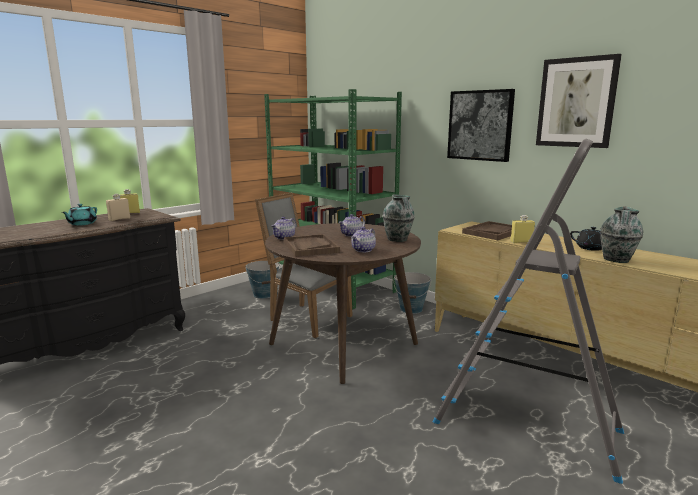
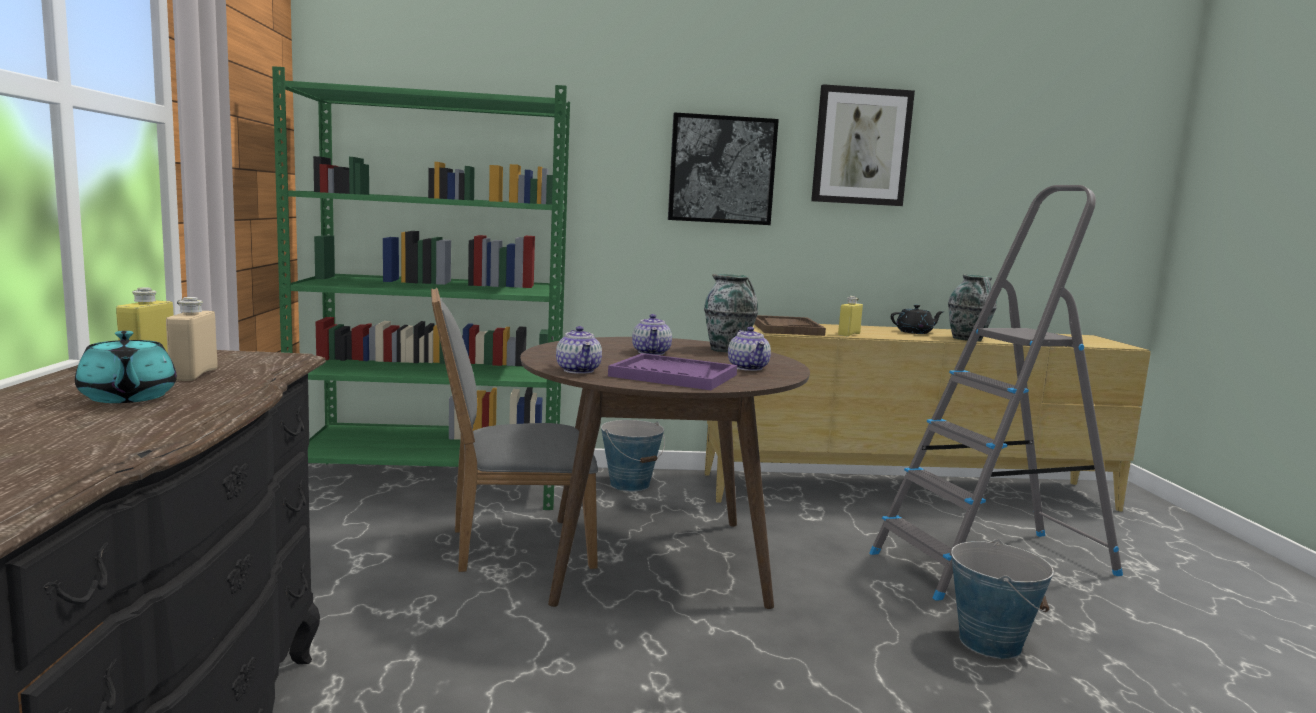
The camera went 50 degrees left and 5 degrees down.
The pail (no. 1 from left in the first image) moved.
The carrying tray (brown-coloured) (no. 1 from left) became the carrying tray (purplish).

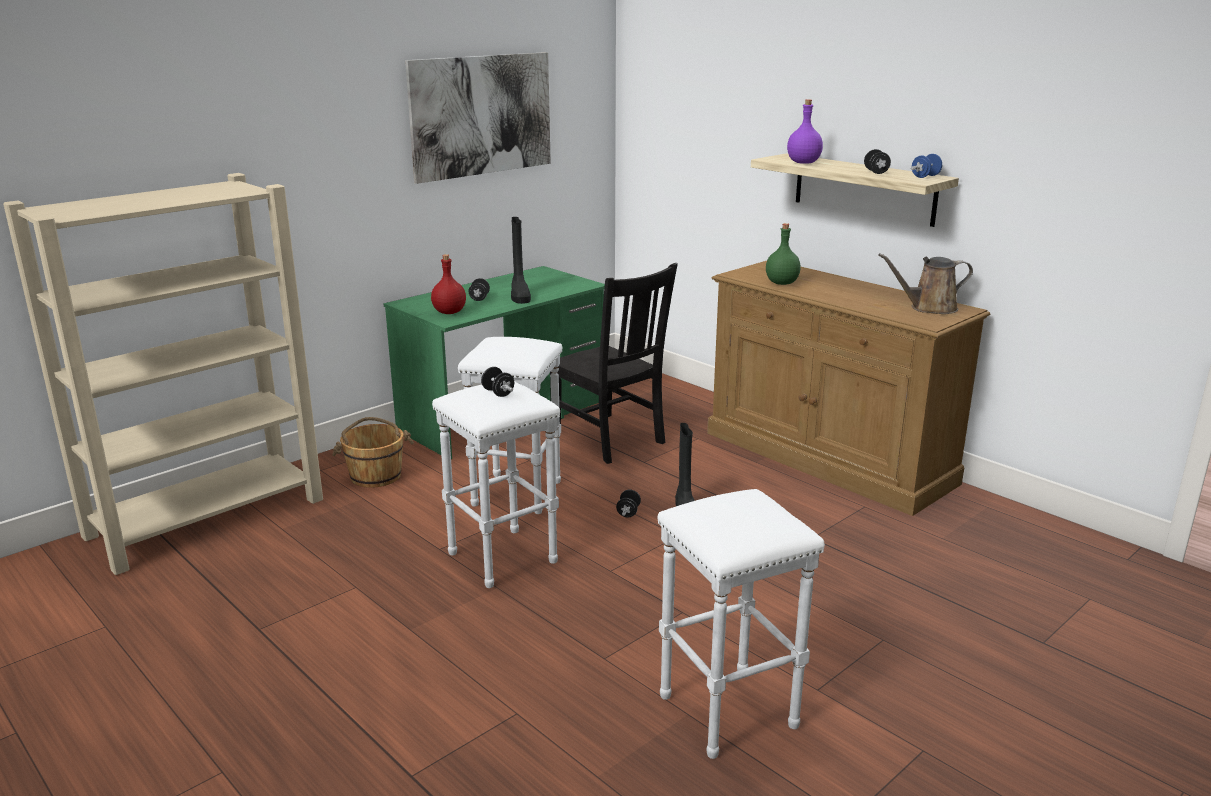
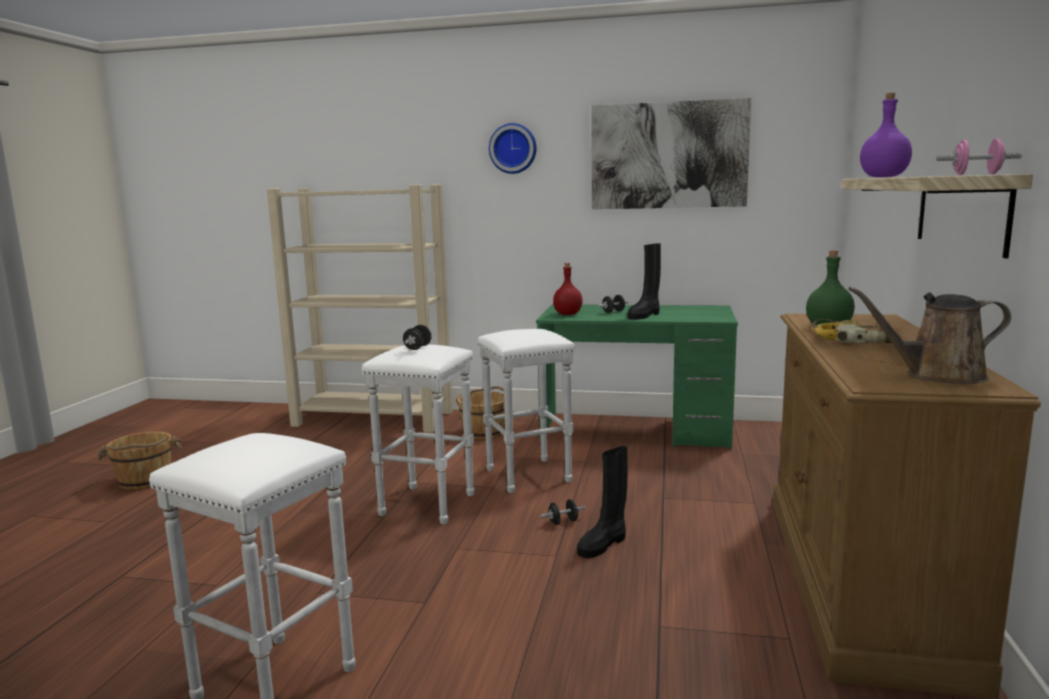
The camera went 55 degrees right and 10 degrees down.
The upright chair (black-coloured) disappeared.
The dumbbell (black-coloured) (no. 4 from left) disappeared.
The sprinkling can (brown-coloured) turned 45 degrees counterclockwise.
The dumbbell (blue) became the dumbbell (pink-coloured).
The pail (brown-coloured) (no. 1 from left) appeared.
The wall clock appeared.
The power drill appeared.

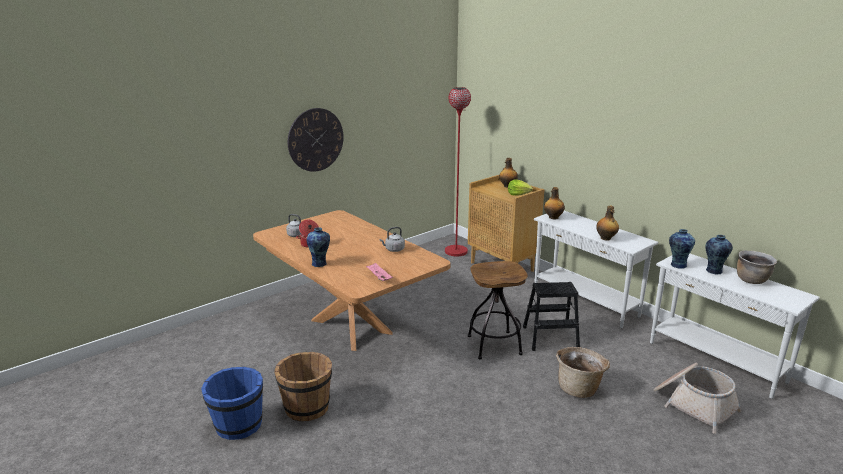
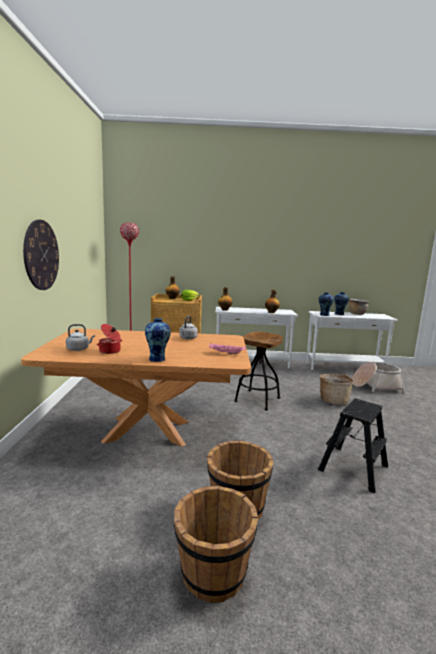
The camera went 50 degrees left and 10 degrees down.
The pail (blue) became the pail (brown-coloured) (no. 1 from left).
The step stool (black-coloured) moved.

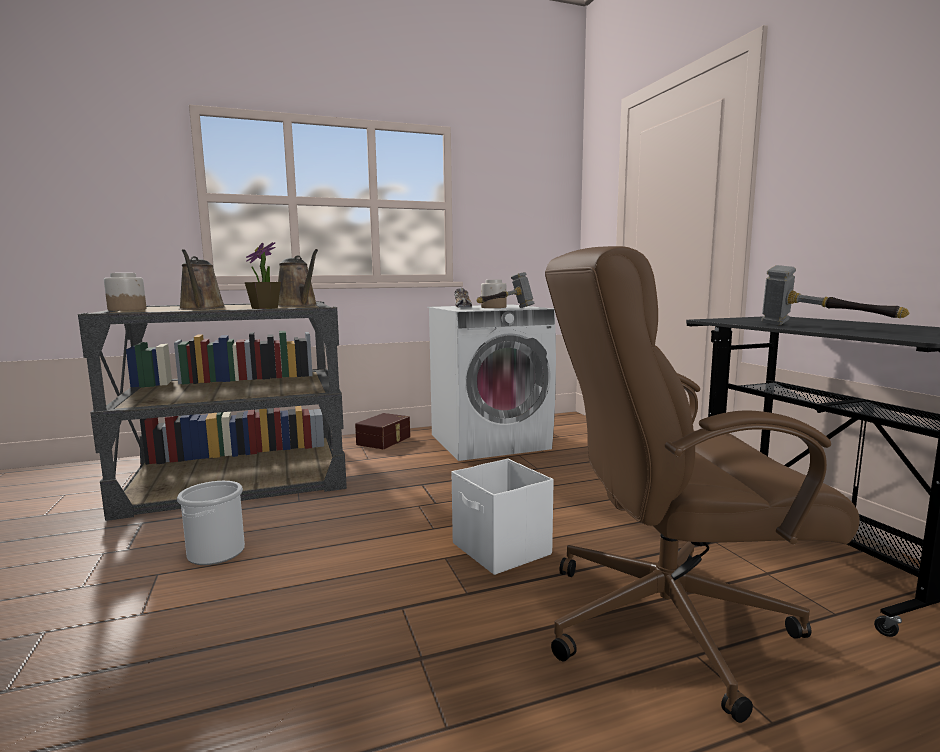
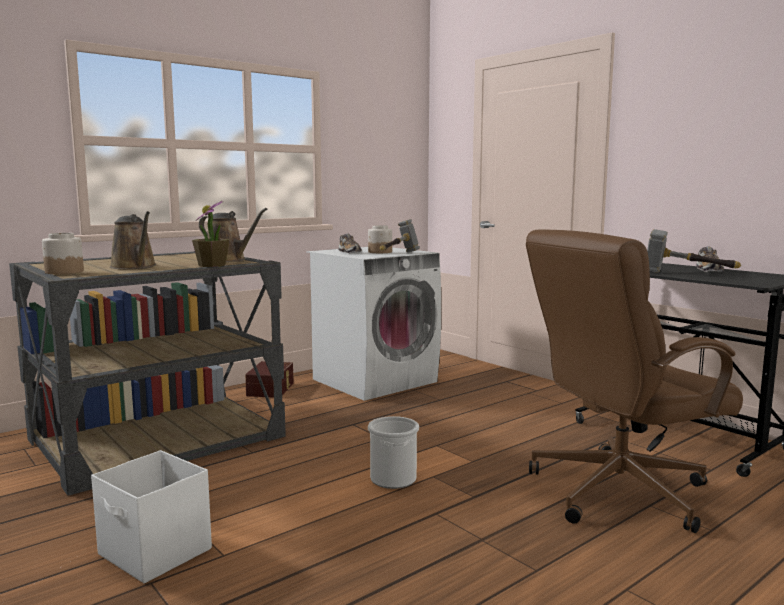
The camera went 20 degrees left and 0 degrees up.
The pail moved.
The storage container (white-coloured) moved.
The item of footwear (no. 2 from left) appeared.

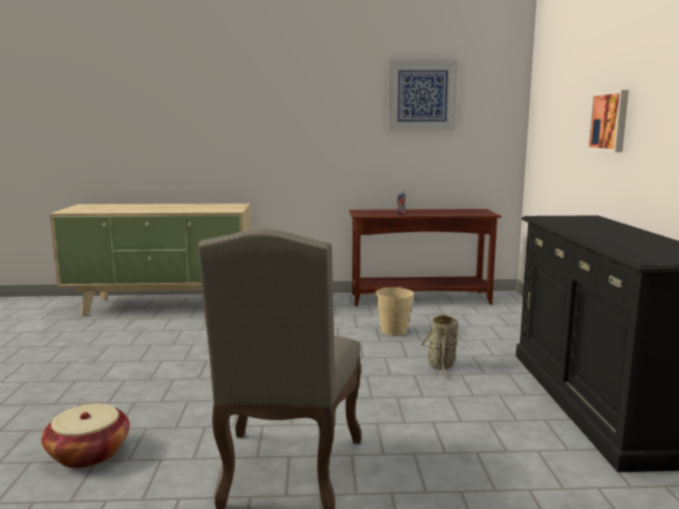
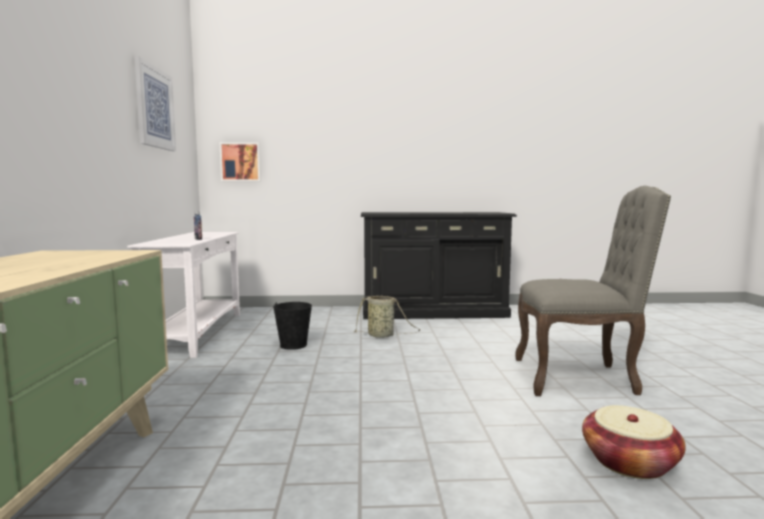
The camera went 90 degrees left and 5 degrees down.
The hall table (brown-coloured) became the hall table (white-coloured).
The pail (beige-coloured) became the pail (black-coloured).
The picture (no. 2 from left) moved.

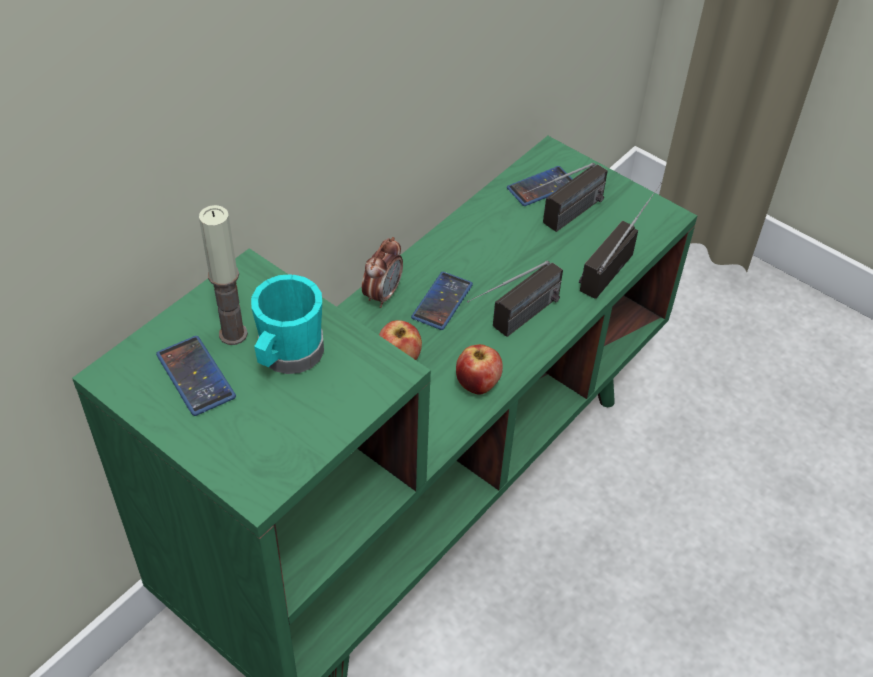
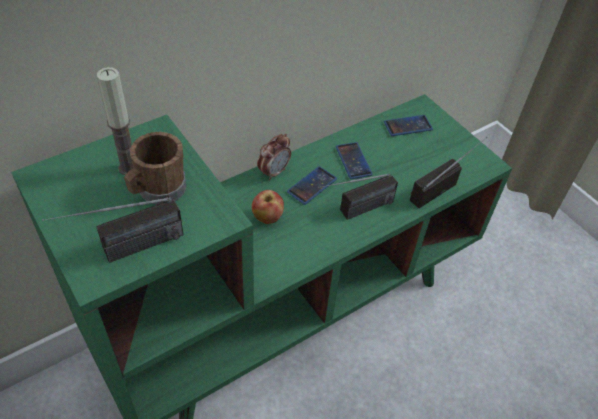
The camera went 15 degrees right and 0 degrees up.
The phone (no. 1 from left in the first image) moved.
The tea mug (turquoise-coloured) became the tea mug (brown-coloured).
The apple (no. 2 from left) disappeared.
The radio receiver (no. 2 from left in the first image) moved.

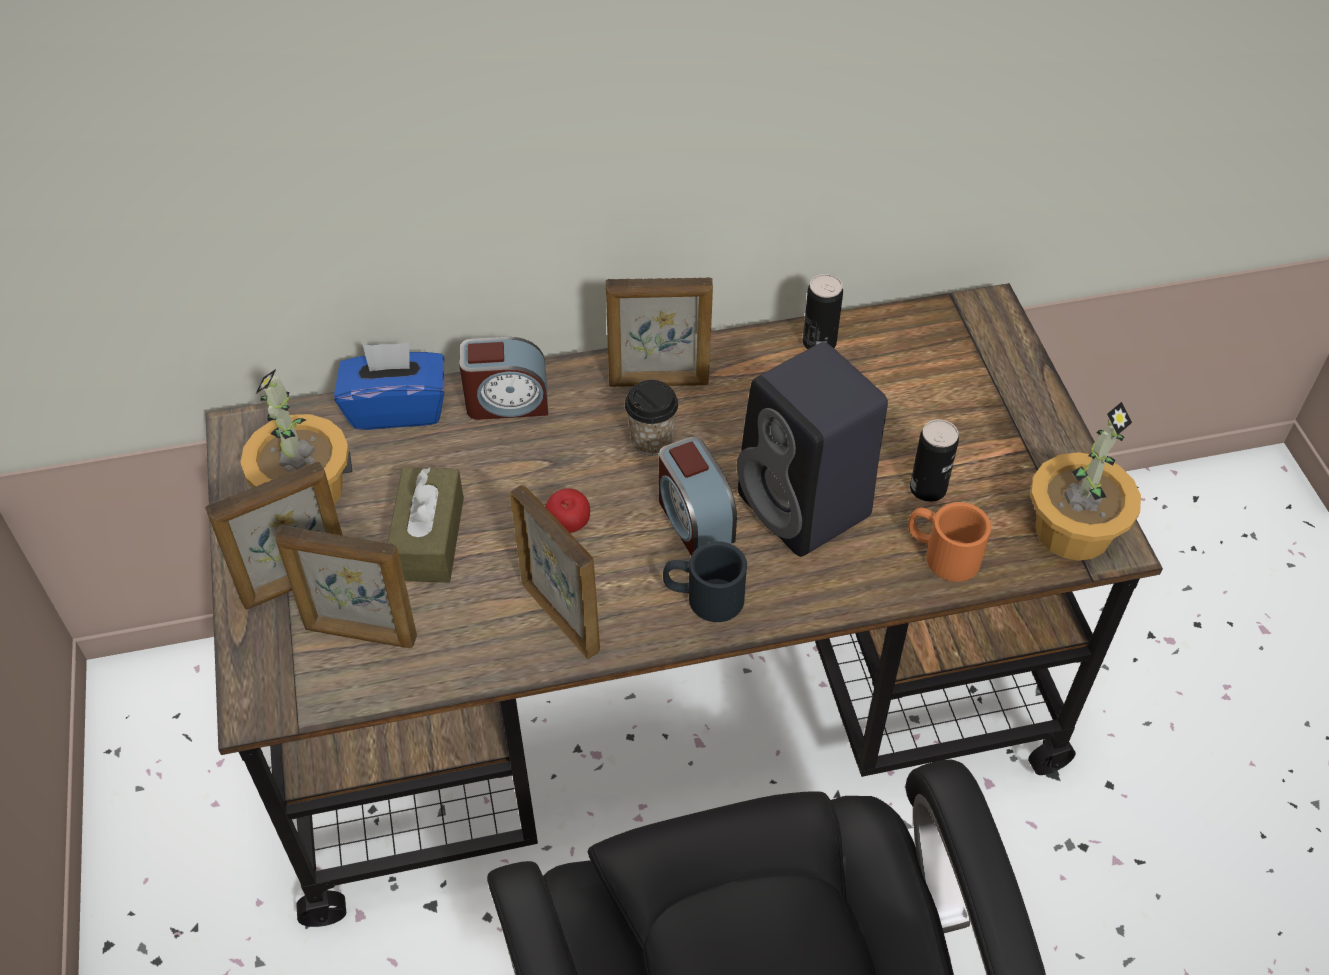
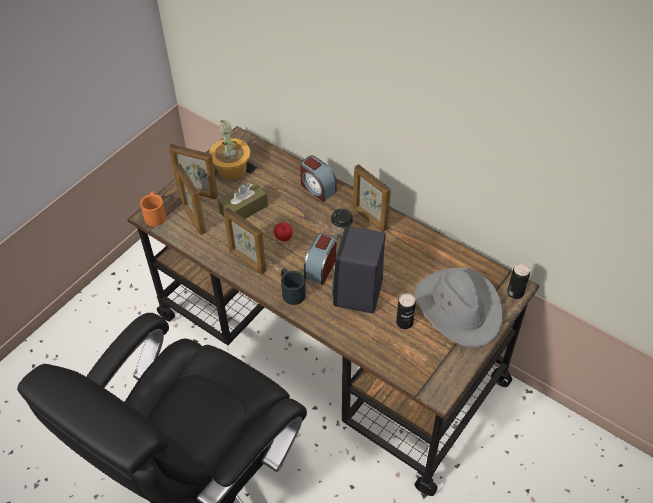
The camera went 50 degrees right and 0 degrees up.
The tissue holder (blue) disappeared.
The standing frame (no. 3 from left) turned 120 degrees clockwise.
The metal can (no. 1 from left in the first image) moved.
The tea mug (orangey) moved.
The potted plant (no. 2 from left) disappeared.
The clothing hat (gray) appeared.

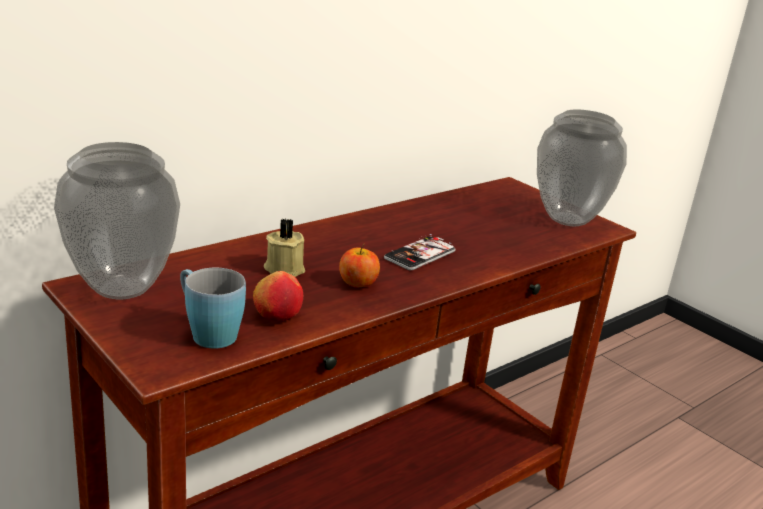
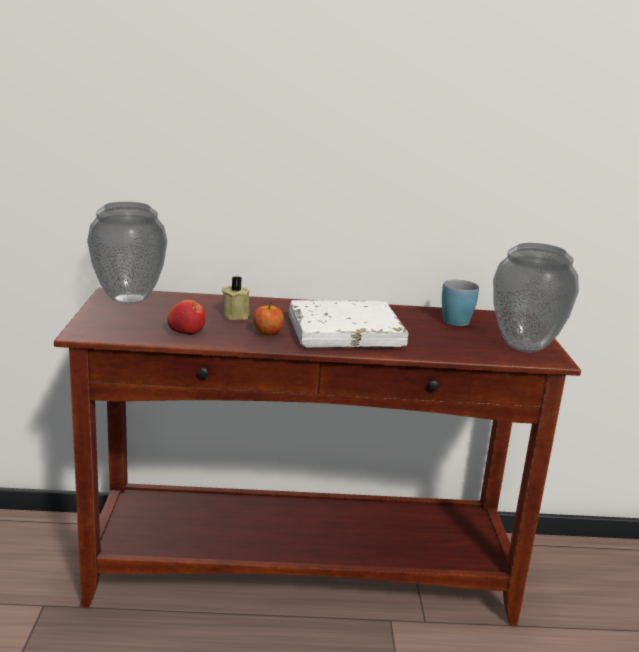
The camera went 40 degrees right and 5 degrees down.
The tea mug (blue) moved.
The phone was replaced by the bound book (white-coloured).

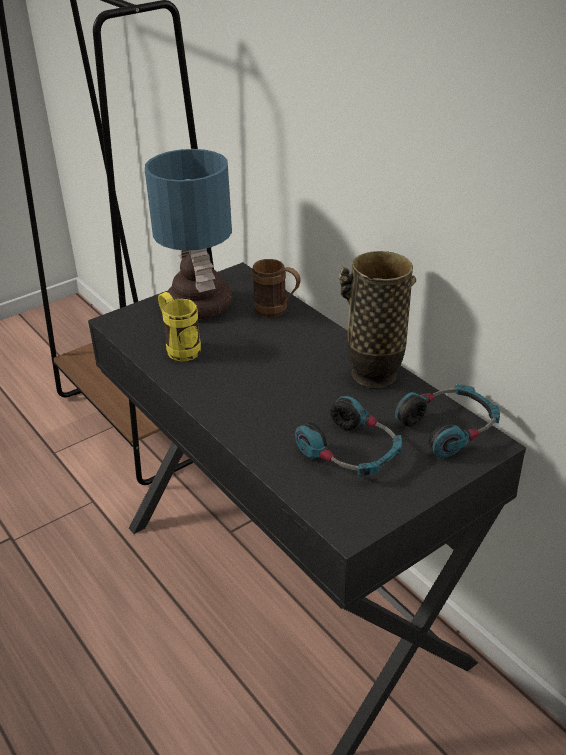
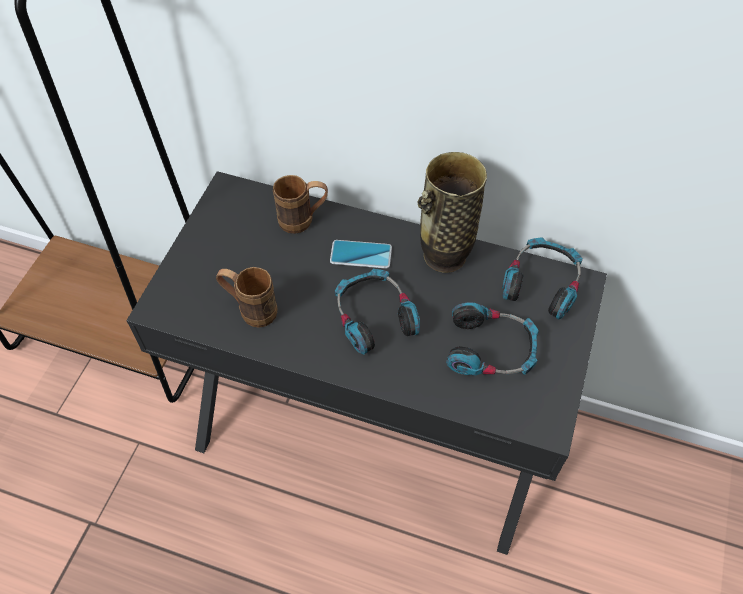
The camera went 35 degrees left and 20 degrees up.
The table lamp disappeared.
The tea mug (yellow-coloured) became the tea mug (brown-coloured) (no. 1 from left).
The phone appeared.
The headphones (no. 1 from left) appeared.

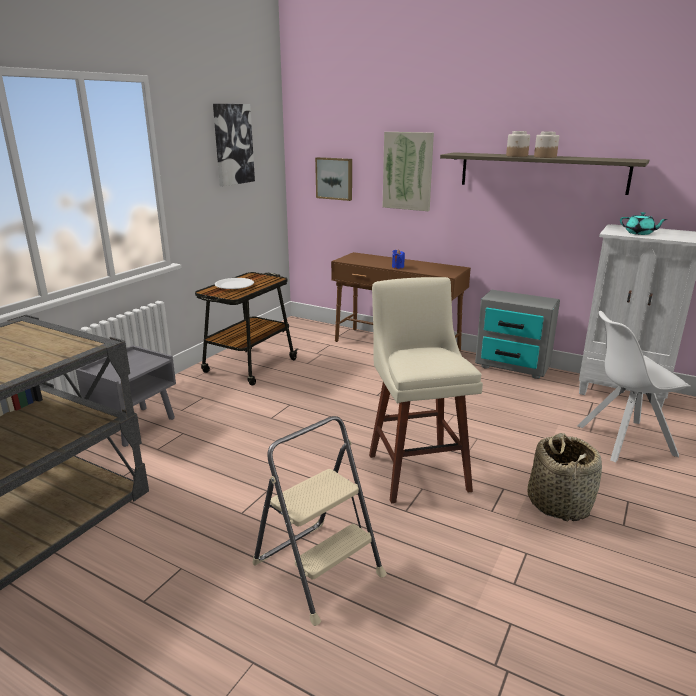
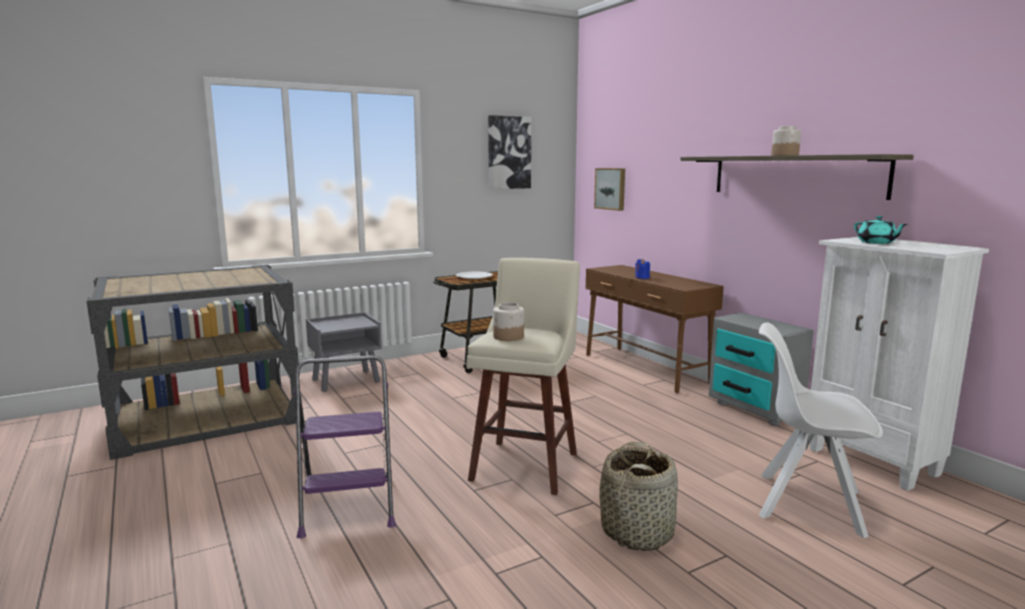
The camera went 30 degrees right and 10 degrees down.
The step stool (beige-coloured) became the step stool (purplish).
The picture (no. 3 from left) disappeared.
The storage jar (no. 1 from left) moved.

